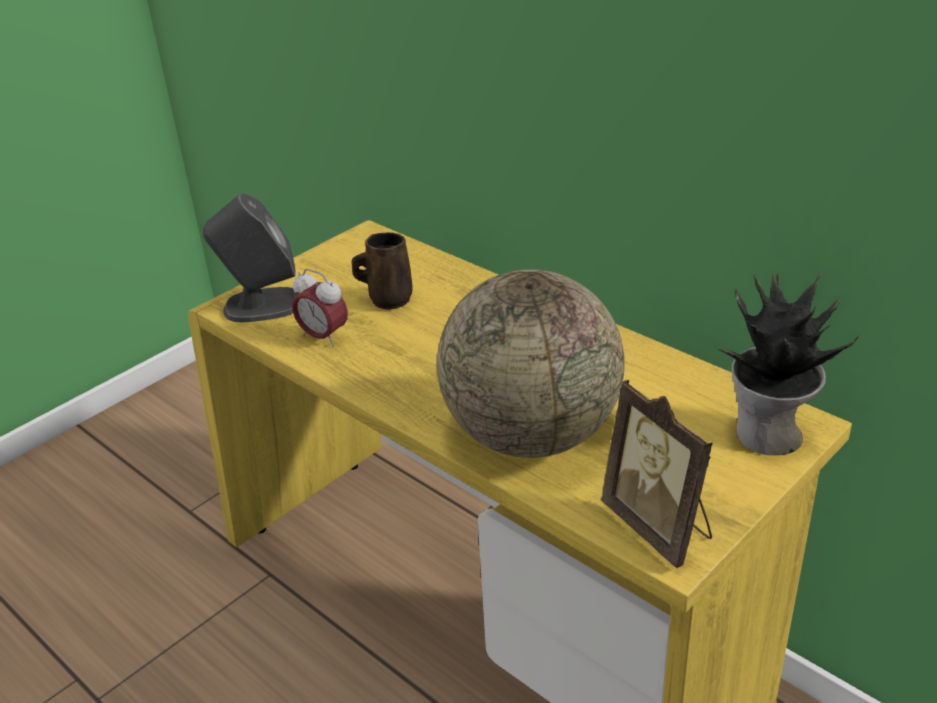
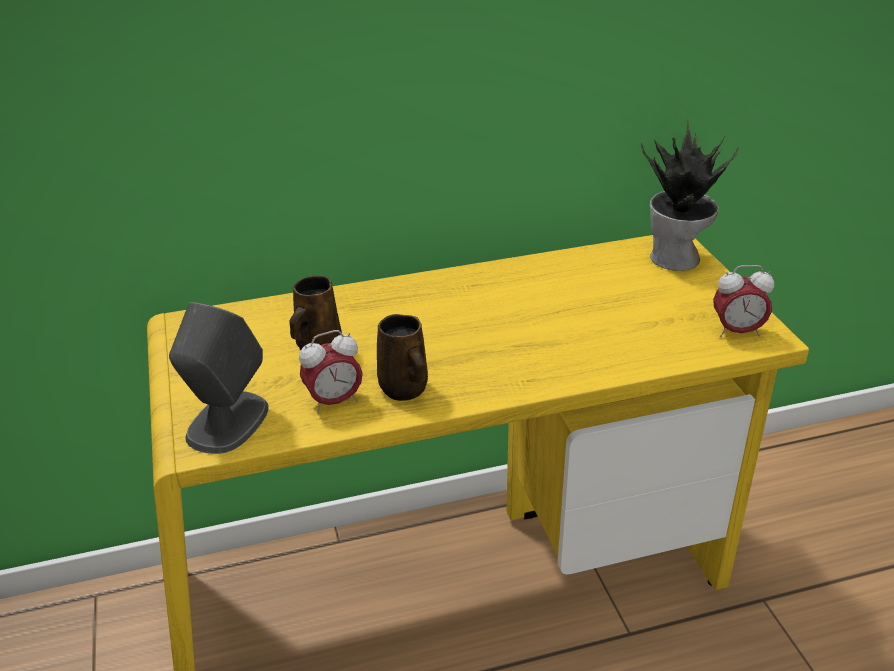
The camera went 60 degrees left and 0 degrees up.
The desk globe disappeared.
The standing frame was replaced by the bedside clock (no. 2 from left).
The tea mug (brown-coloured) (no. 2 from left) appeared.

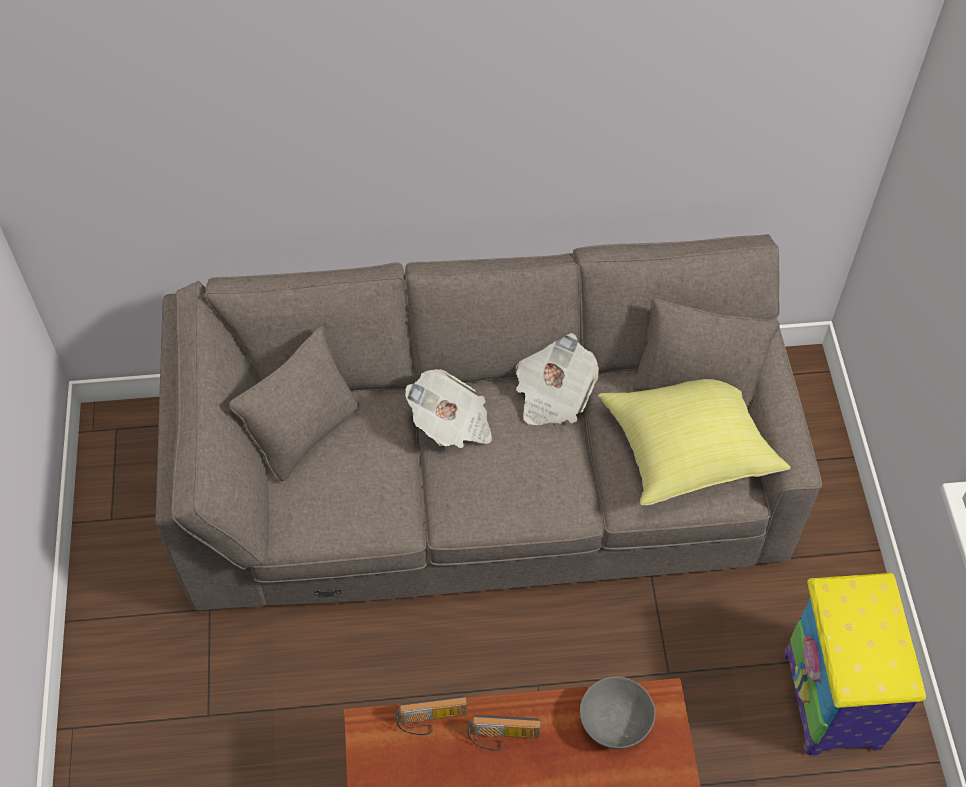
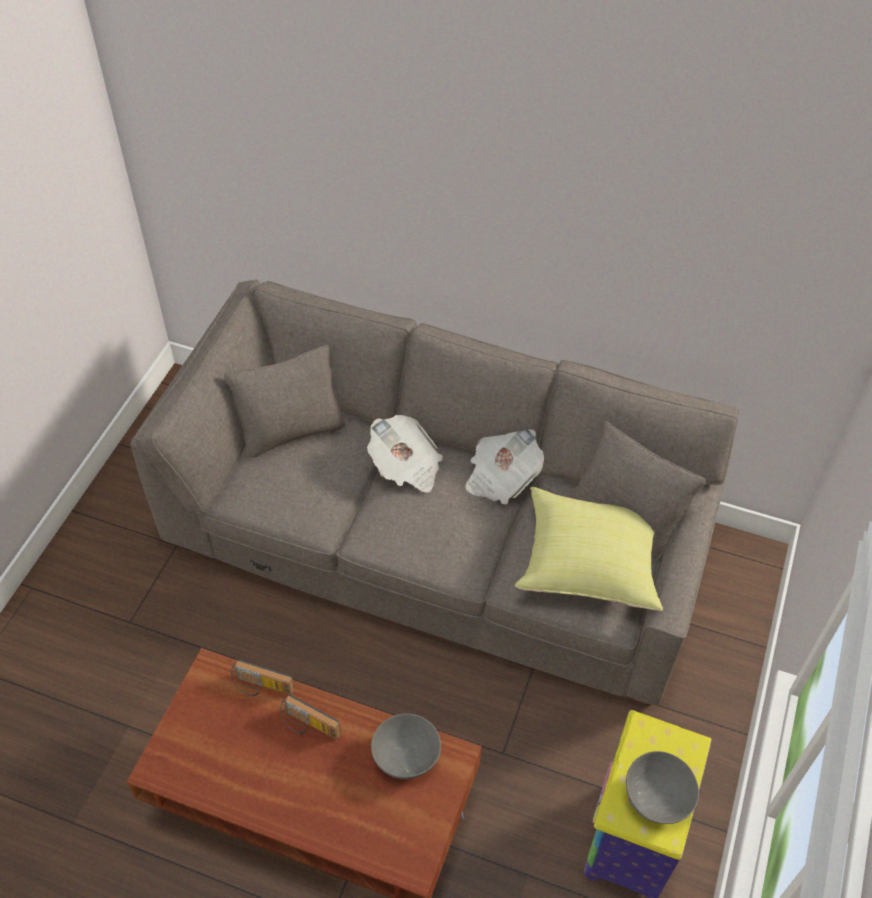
The camera went 25 degrees right and 5 degrees down.
The bowl (gray) (no. 2 from left) appeared.

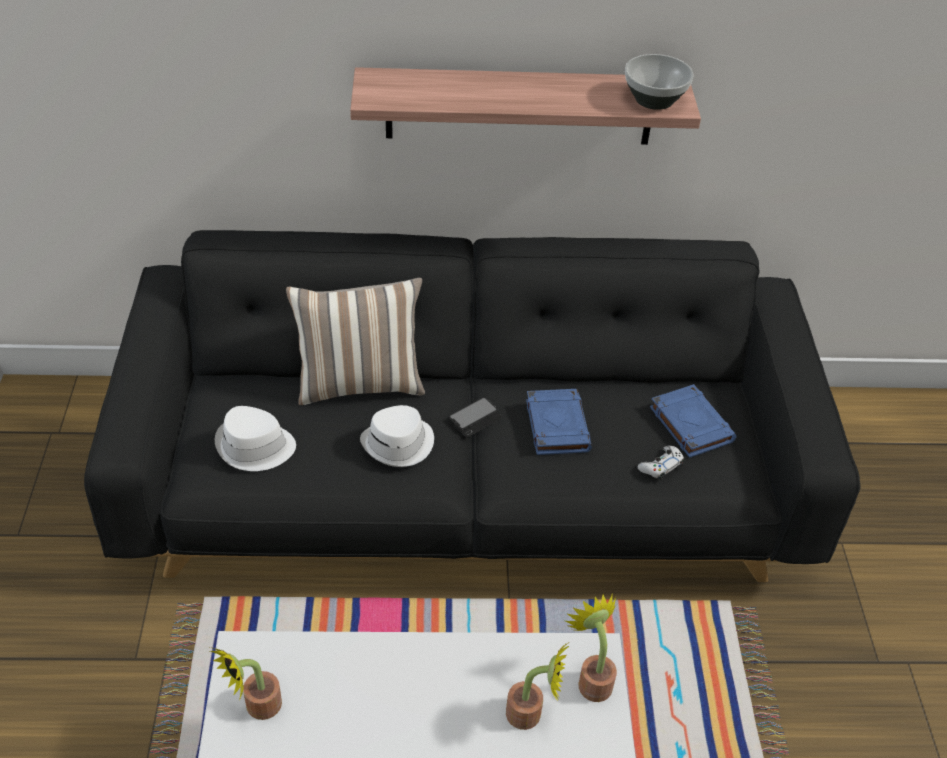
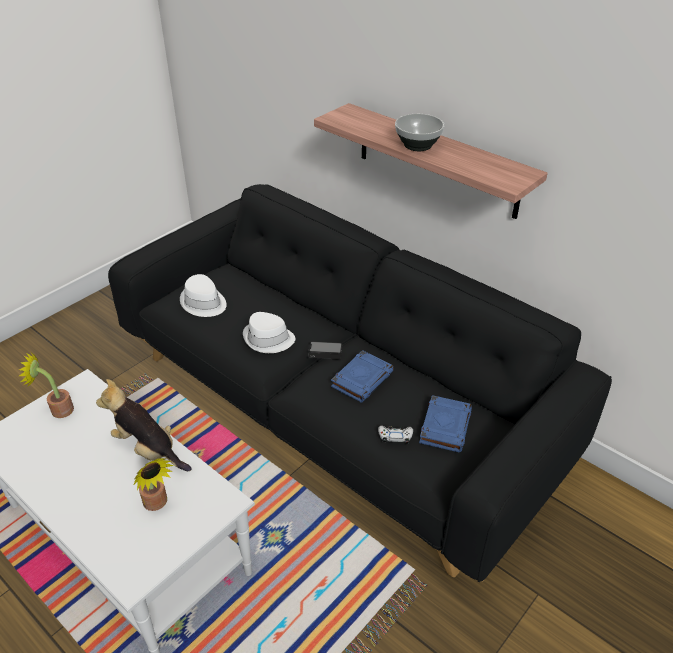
The camera went 45 degrees right and 5 degrees down.
The throw pillow disappeared.
The potted plant (no. 3 from left) disappeared.
The bowl moved.
The plush toy appeared.

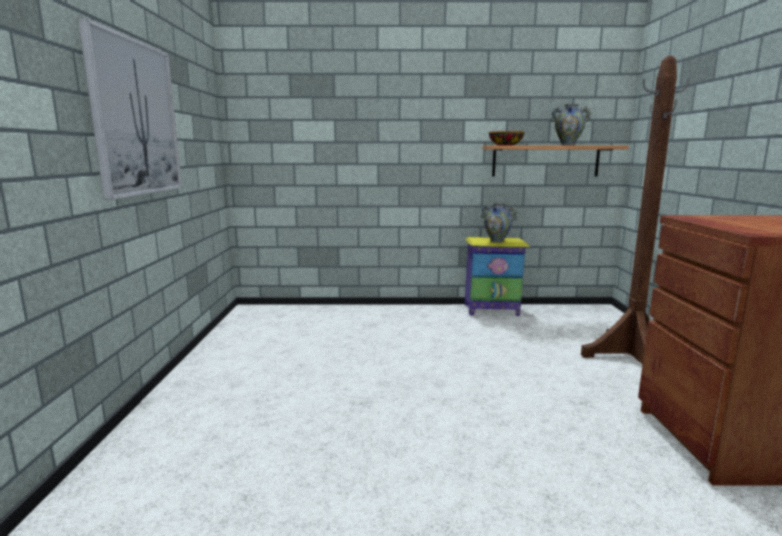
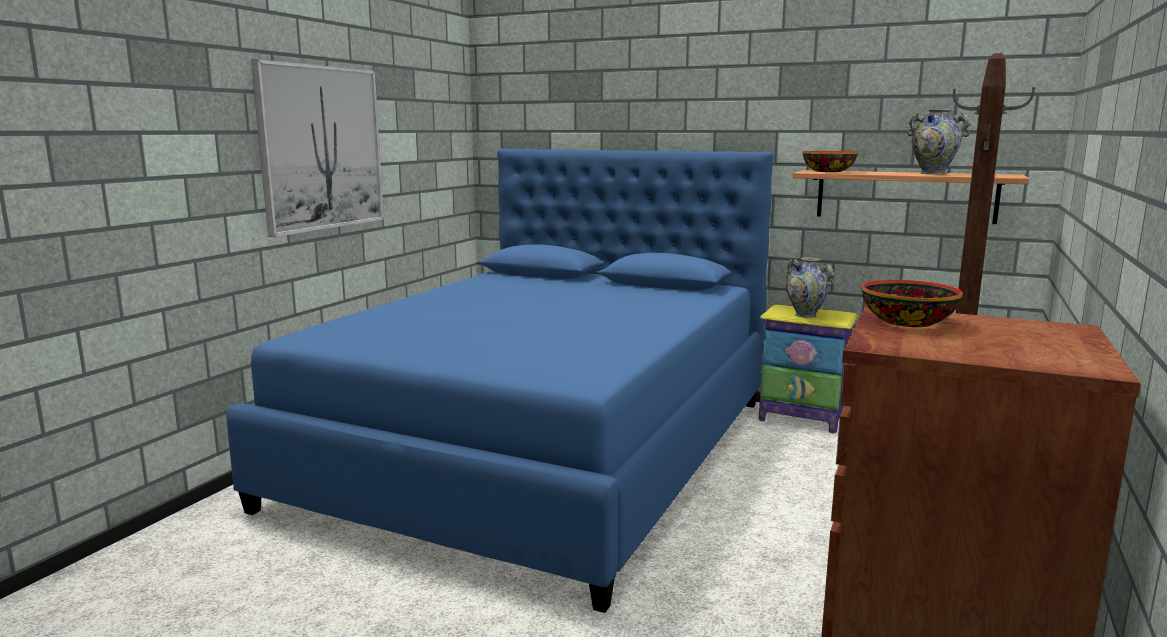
The camera went 25 degrees right and 0 degrees up.
The bed (blue) appeared.
The bowl (no. 2 from left) appeared.

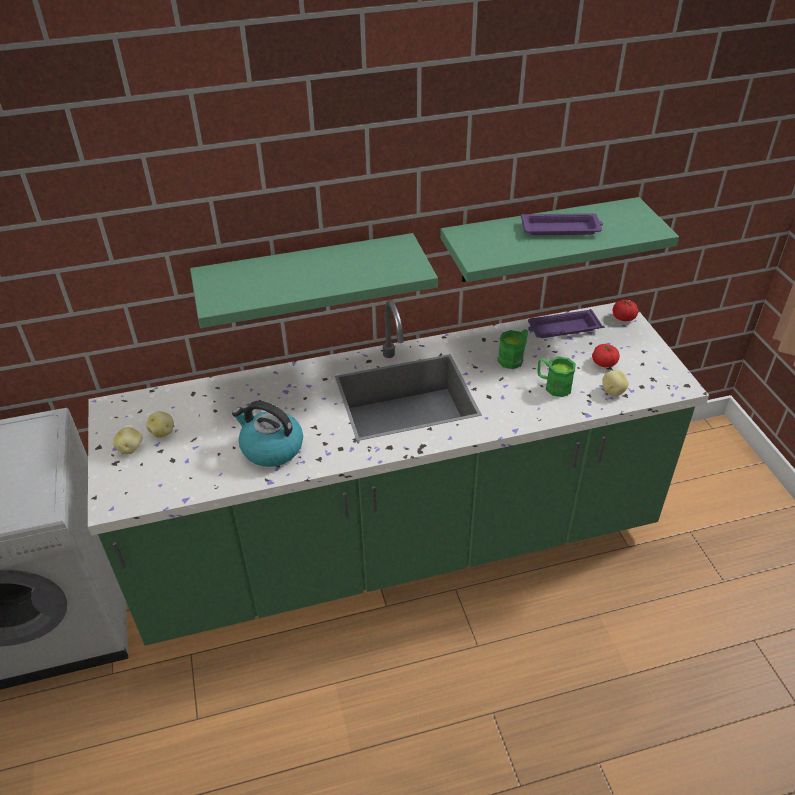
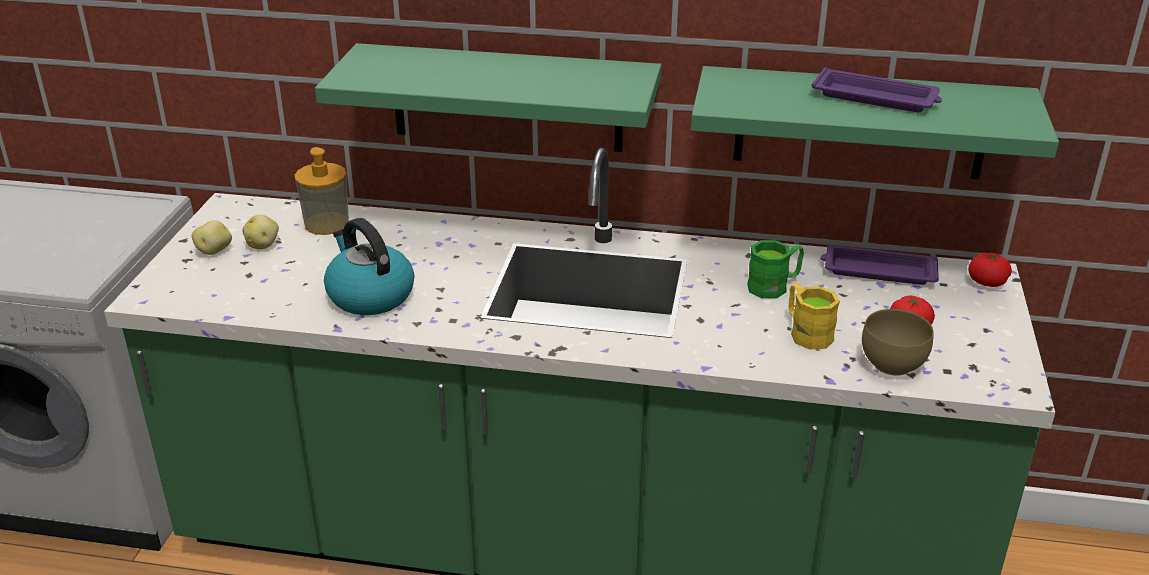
The camera went 25 degrees right and 10 degrees down.
The tea mug (green-coloured) (no. 2 from left) became the tea mug (yellow-coloured).
The whole potato (no. 3 from left) was replaced by the bowl (brown-coloured).
The liquid soap bottle appeared.

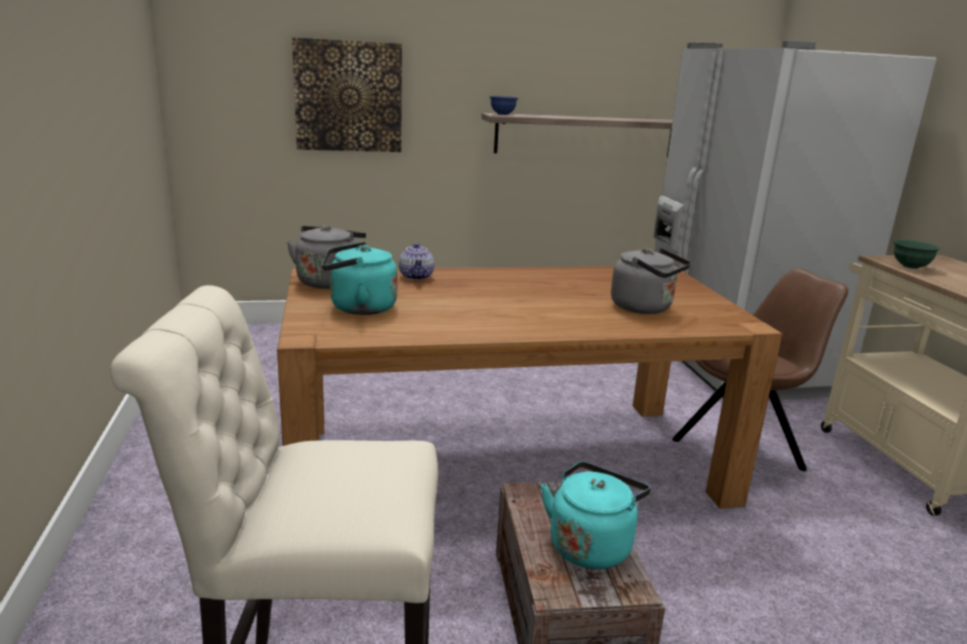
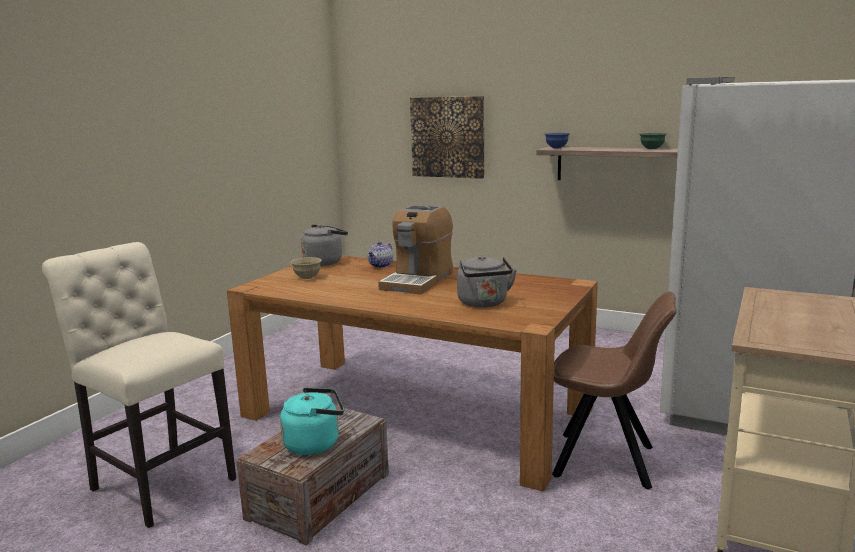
The camera went 40 degrees right and 5 degrees down.
The water kettle (turquoise-coloured) (no. 1 from left) was replaced by the bowl (beige-coloured).
The bowl (green-coloured) moved.
The coffee machine appeared.

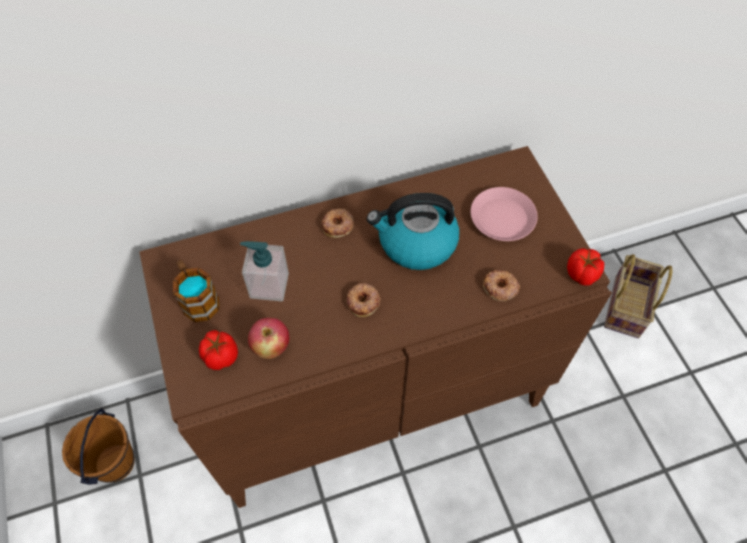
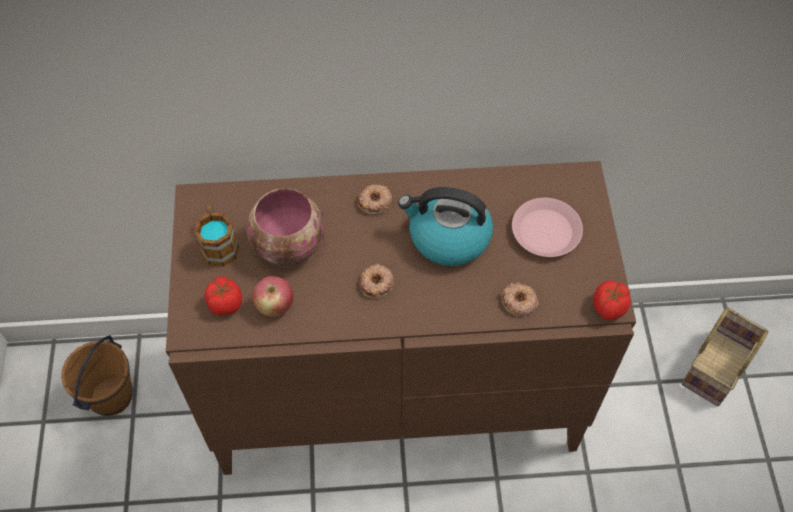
The camera went 15 degrees right and 0 degrees up.
The liquid soap bottle was replaced by the bowl.

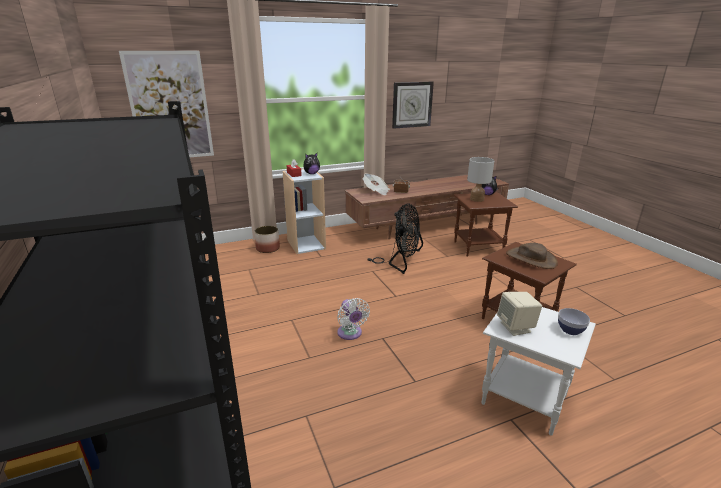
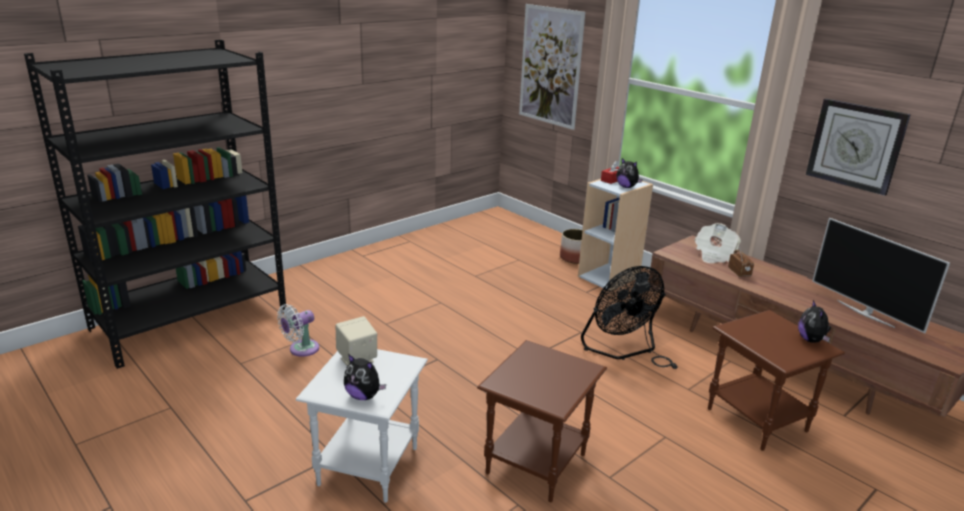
The camera went 70 degrees right and 0 degrees up.
The cooling fan (white-coloured) moved.
The cooling fan (black-coloured) turned 150 degrees clockwise.
The table lamp (gray) disappeared.
The clothing hat (brown-coloured) disappeared.
The bowl was replaced by the plush toy (no. 1 from left).
The TV appeared.

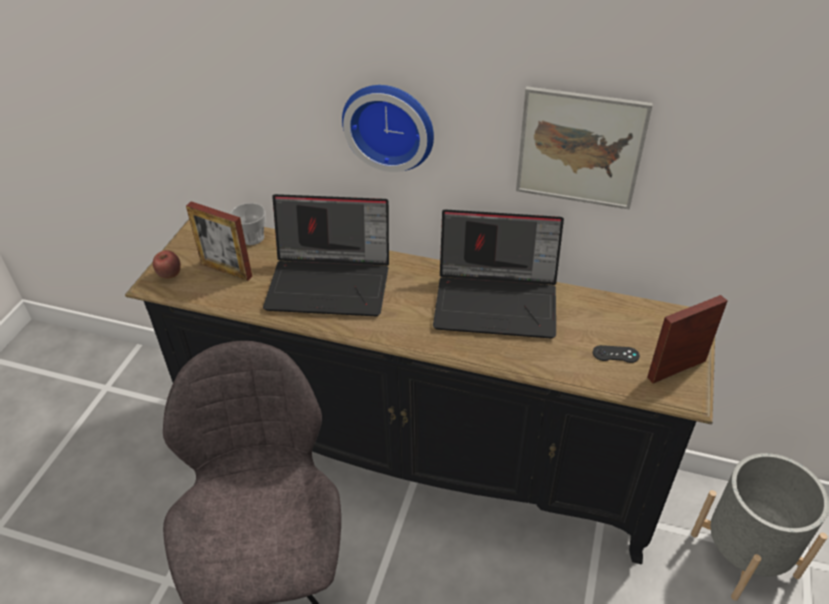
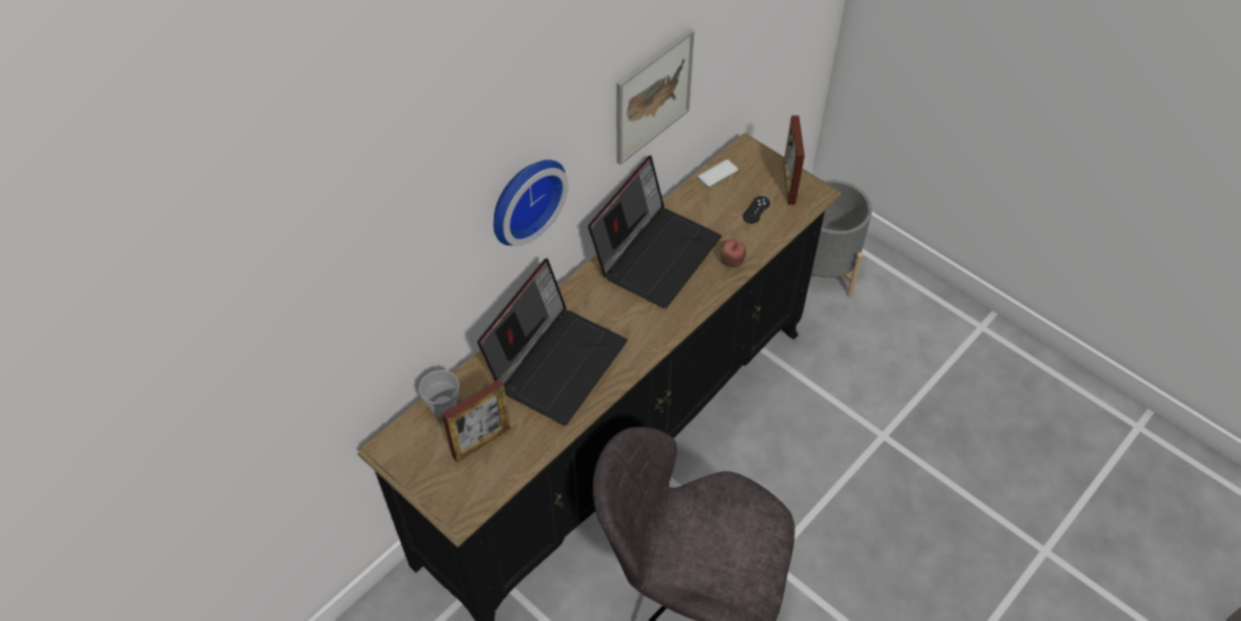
The camera went 65 degrees left and 10 degrees up.
The apple moved.
The phone appeared.

